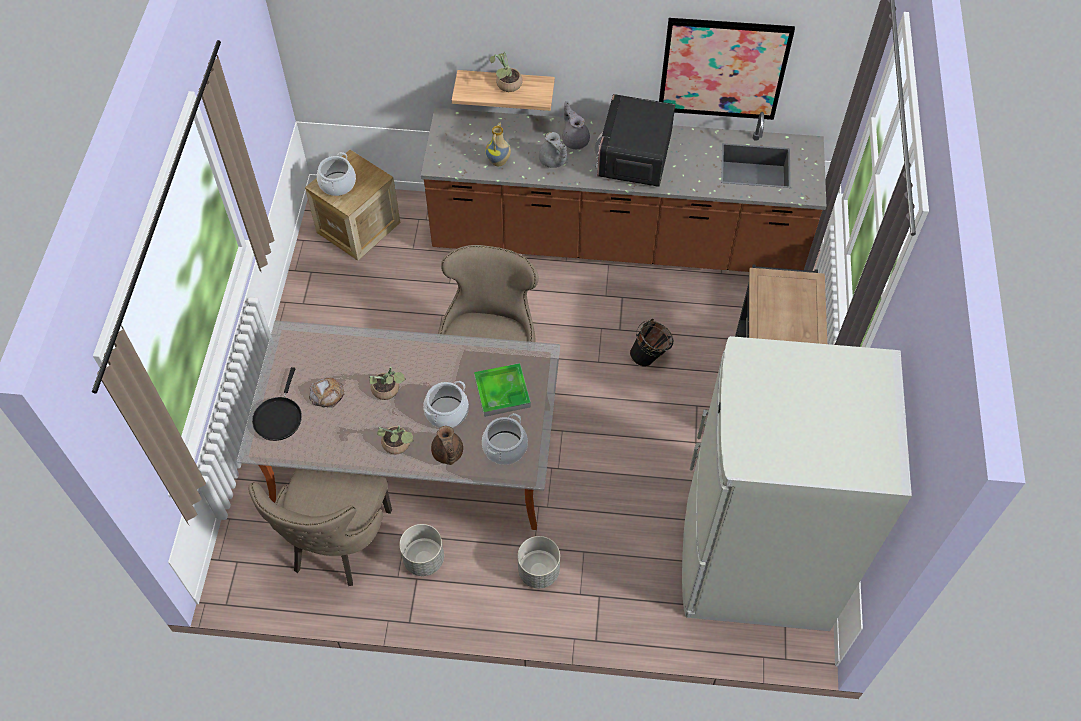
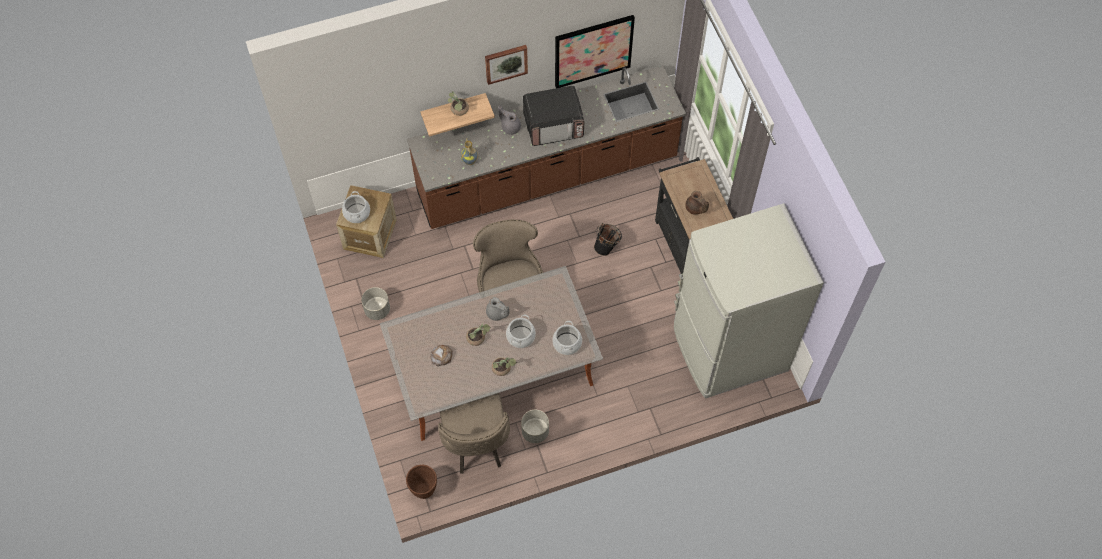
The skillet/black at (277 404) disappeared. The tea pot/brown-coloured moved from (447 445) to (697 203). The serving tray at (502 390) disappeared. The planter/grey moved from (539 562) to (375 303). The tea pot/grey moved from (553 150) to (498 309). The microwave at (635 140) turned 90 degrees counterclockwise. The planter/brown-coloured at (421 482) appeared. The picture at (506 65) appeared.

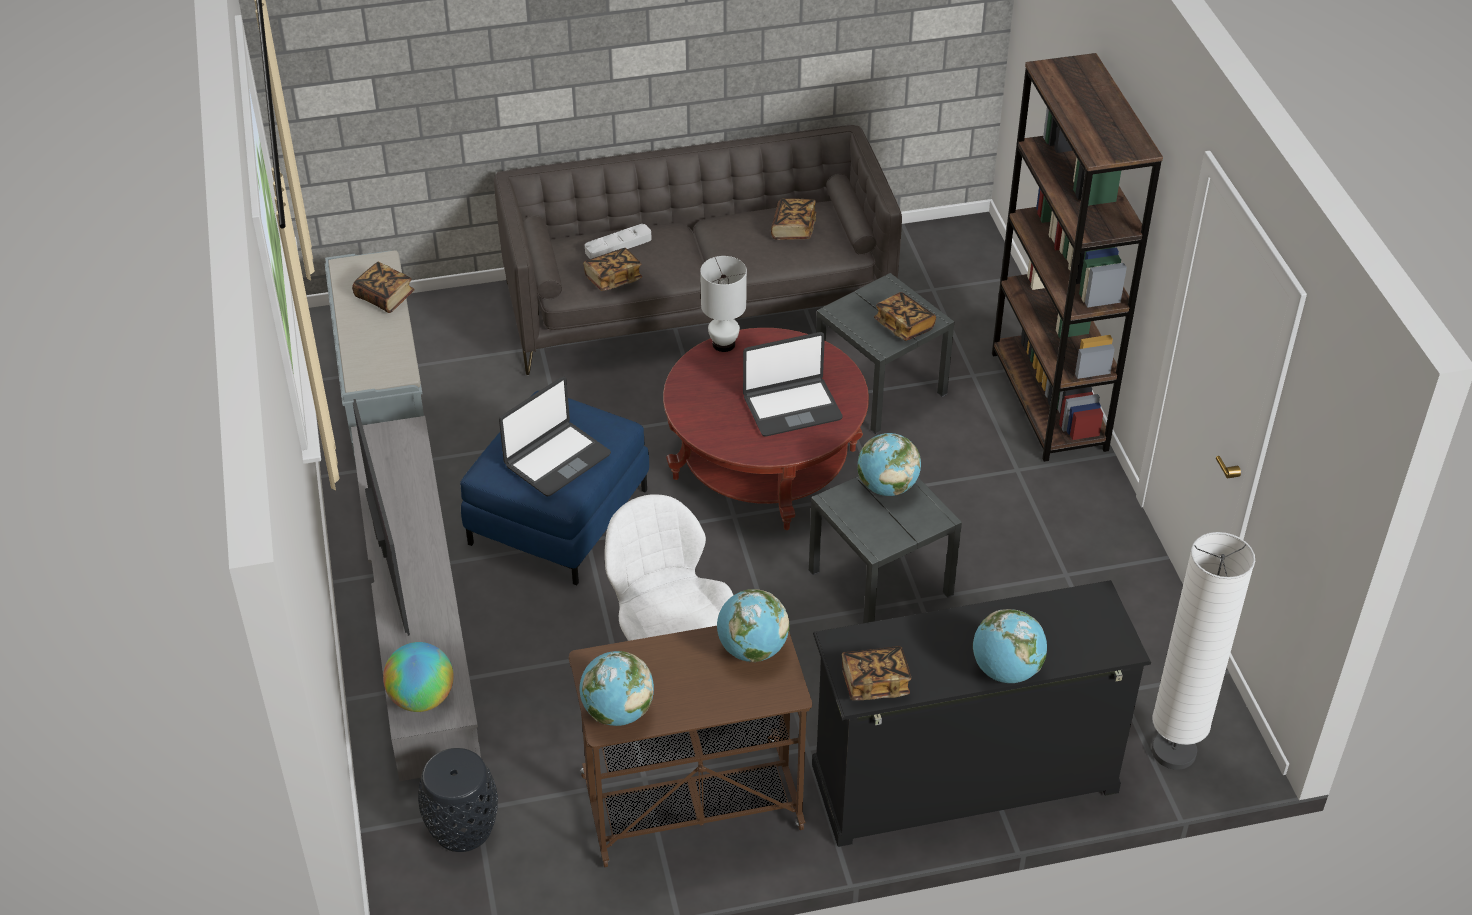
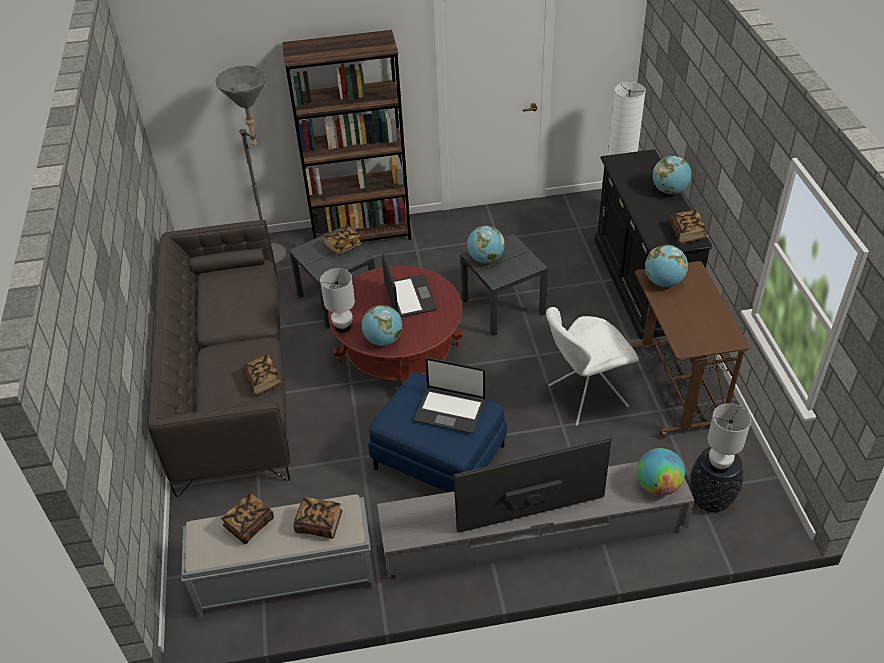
The laptop at (555 436) turned 150 degrees clockwise. The globe moved from (617 688) to (382 325). The serving tray/grey at (618 241) disappeared. The volume moved from (793 219) to (318 518). The standard lamp/grey at (250 165) appeared. The lamp for a table/white-coloured at (729 438) appeared.

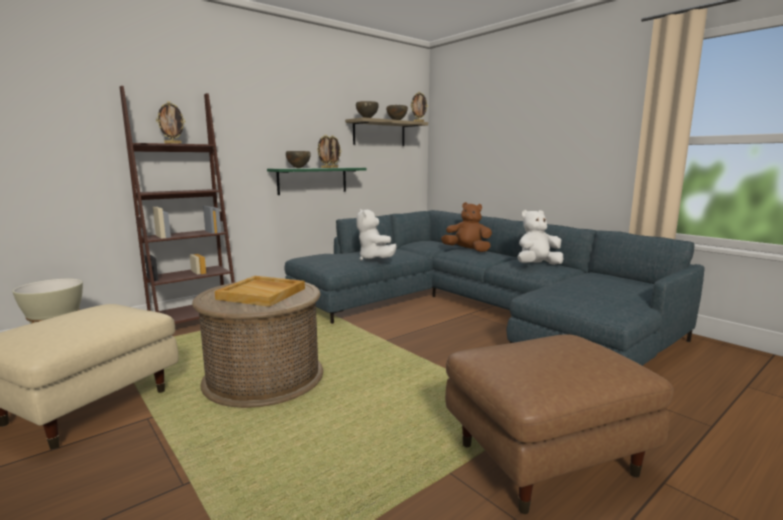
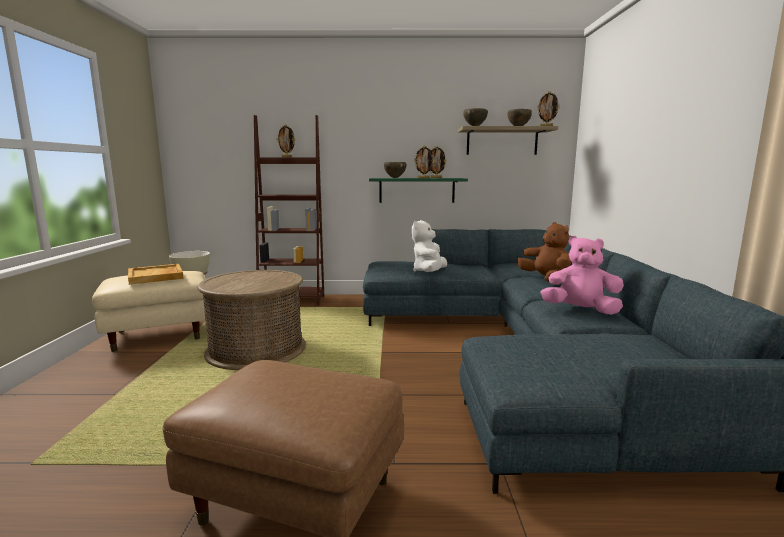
The serving tray/beige-coloured moved from (260 291) to (156 274). The soft toy/white-coloured at (540 237) became the soft toy/pinkish at (582 275).

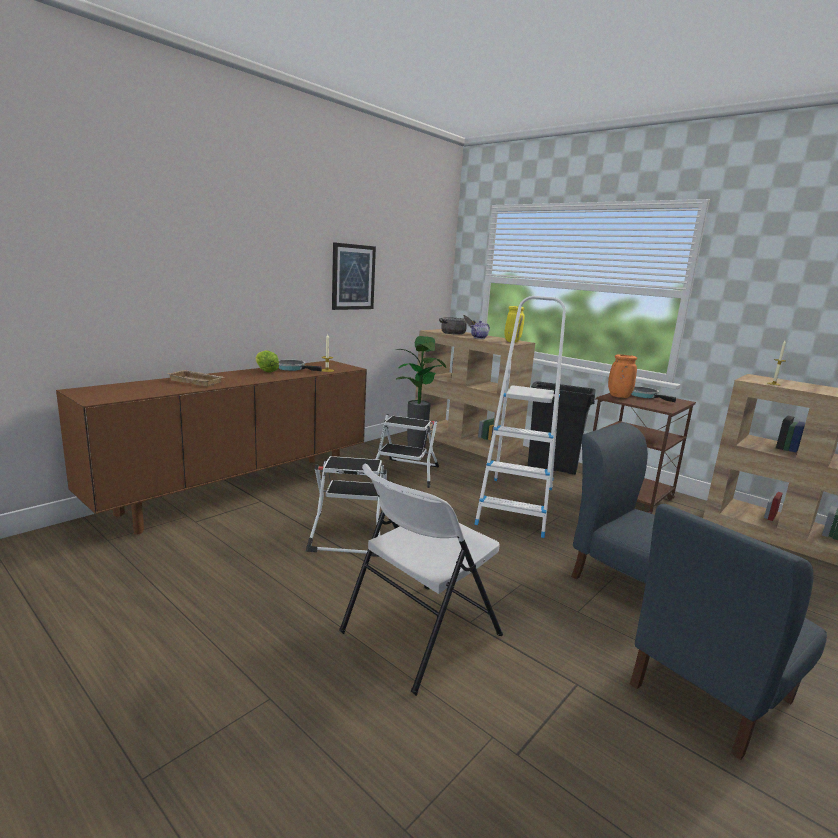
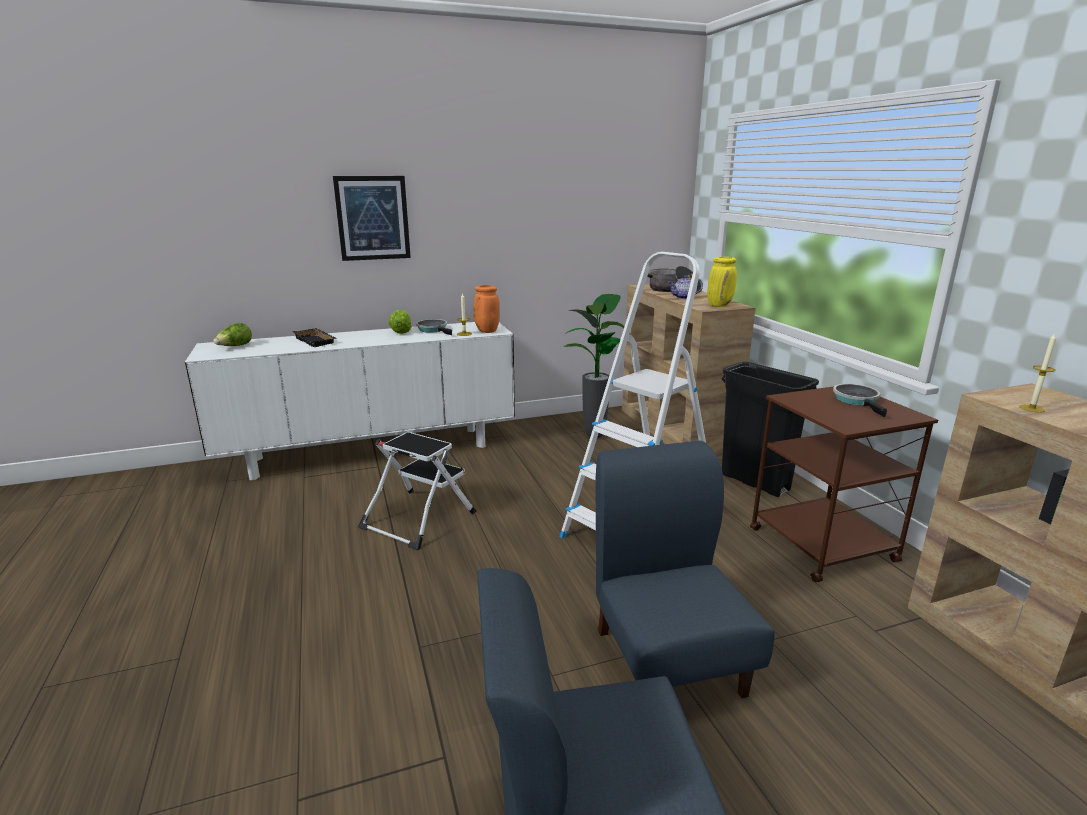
The cupboard/brown-coloured at (211 447) became the cupboard/white-coloured at (350 401). The serving tray/beige-coloured at (196 378) became the serving tray/black at (314 337). The picture moved from (354 276) to (372 218). The chair/white-coloured at (421 579) disappeared. The step stool at (403 451) disappeared. The vase/orangey moved from (622 376) to (487 309). The head of lettuce at (232 334) appeared.

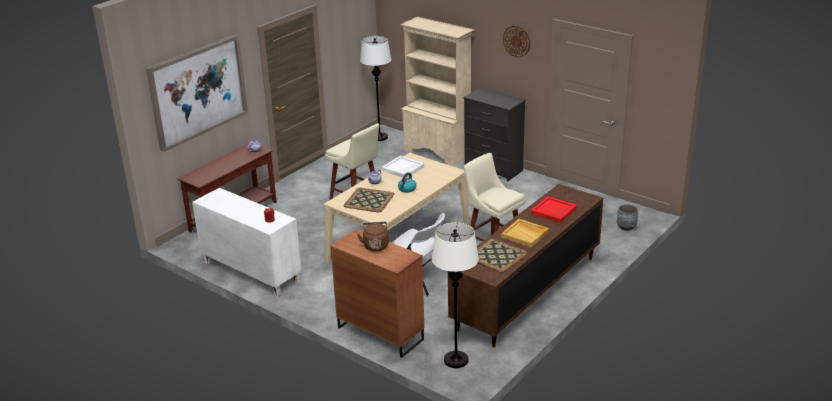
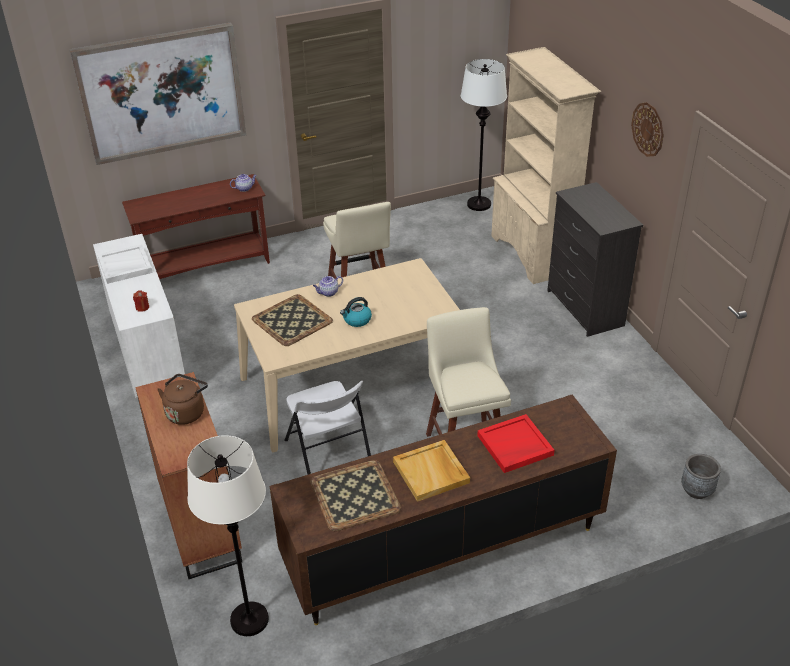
The serving tray/white-coloured moved from (403 167) to (125 264).

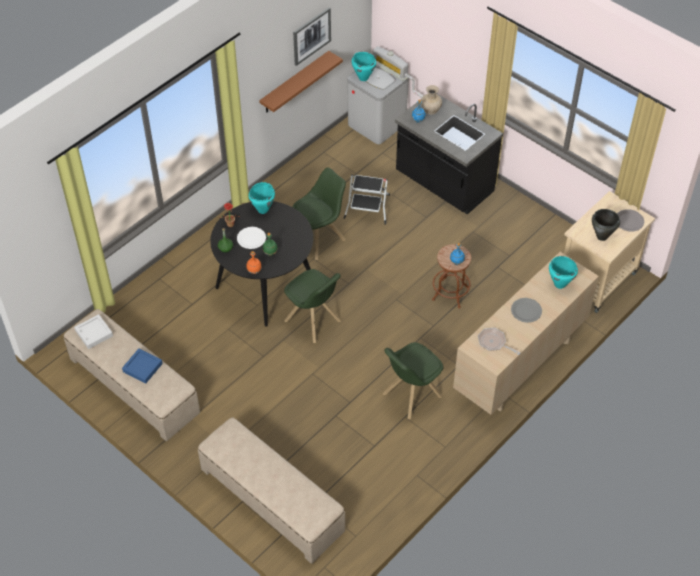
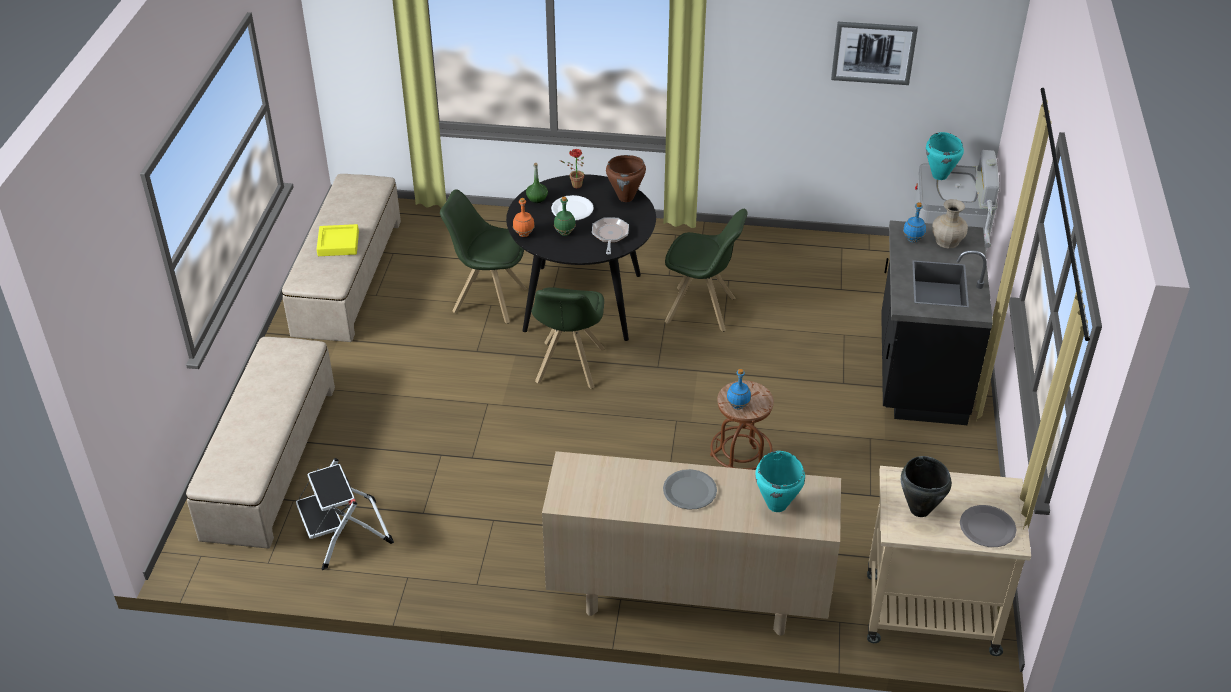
The serving tray/grey at (93 331) disappeared. The serving tray/blue at (142 366) became the serving tray/yellowish at (338 240). The stockpot/turquoise-coloured at (262 198) became the stockpot/brown-coloured at (626 178). The bracket shelf/brown-coloured at (301 82) disappeared. The step stool moved from (367 199) to (345 514). The chair/greenish moved from (413 380) to (483 256). The skillet moved from (499 341) to (610 235).

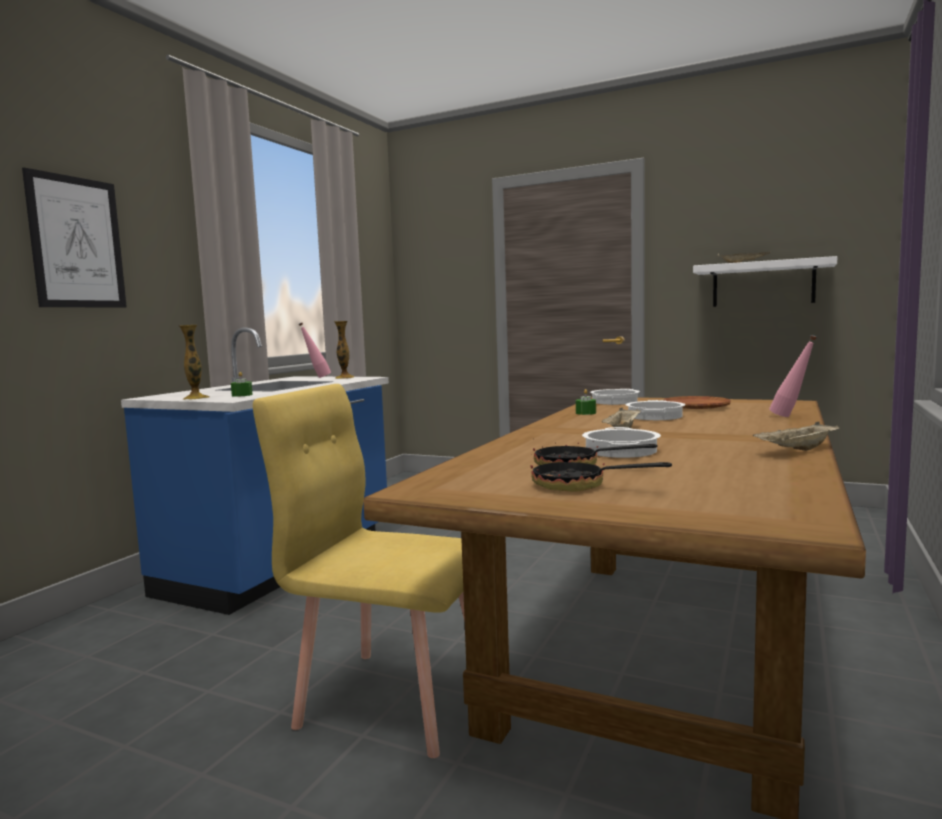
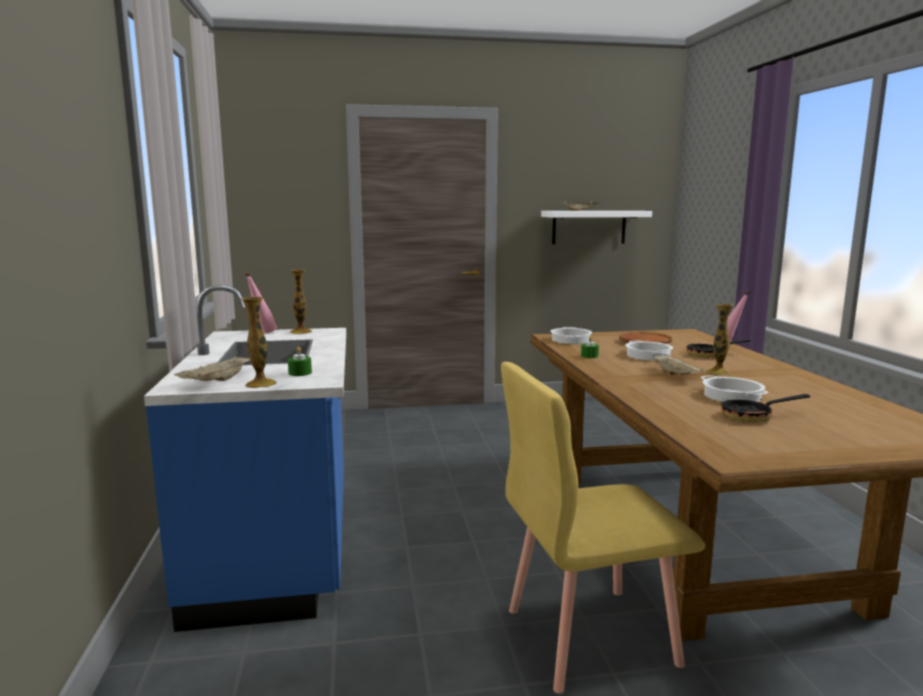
The picture at (74 238) disappeared. The skillet moved from (601 470) to (718 346). The serving tray/beige-coloured moved from (796 436) to (212 368). The vase at (720 339) appeared.

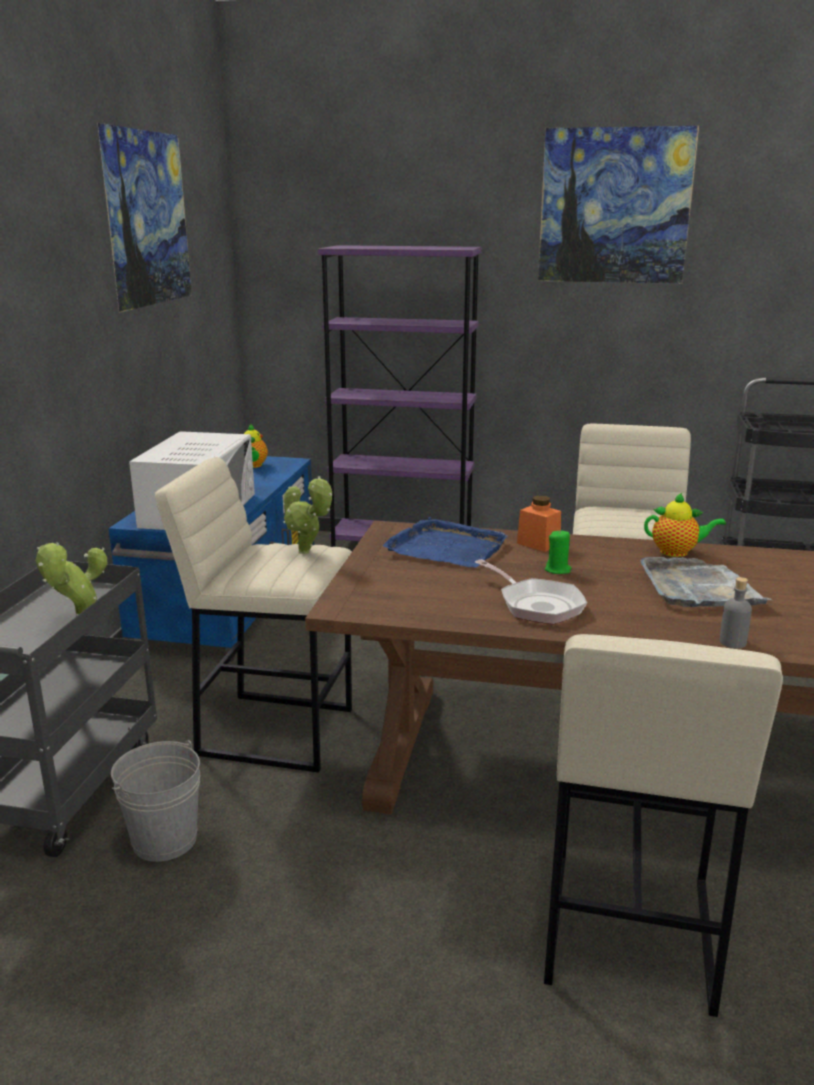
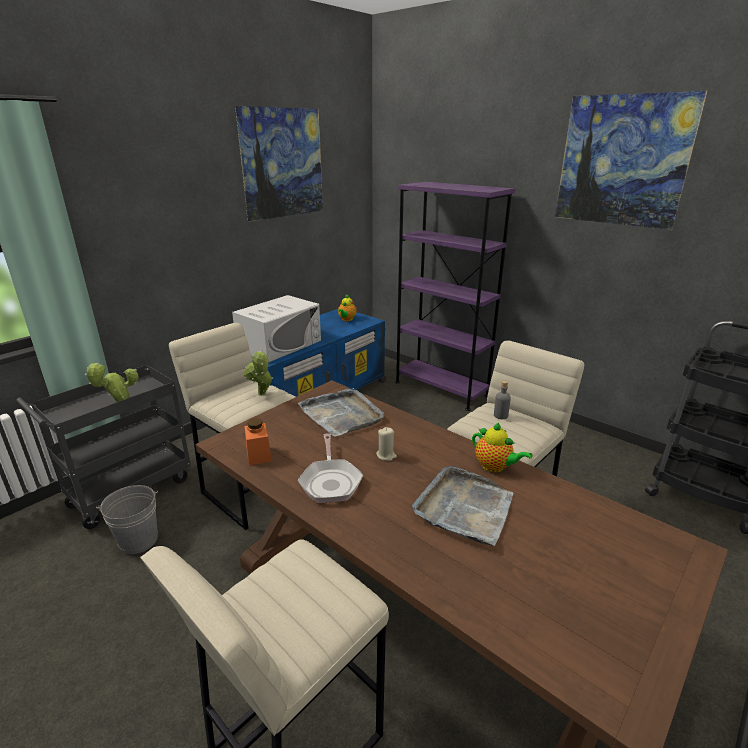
The serving tray/blue at (445 542) became the serving tray/grey at (341 412). The storage jar/orangey moved from (539 523) to (258 441). The wax candle/greenish at (558 552) became the wax candle/beige-coloured at (386 444). The bottle/grey moved from (736 612) to (502 400).

